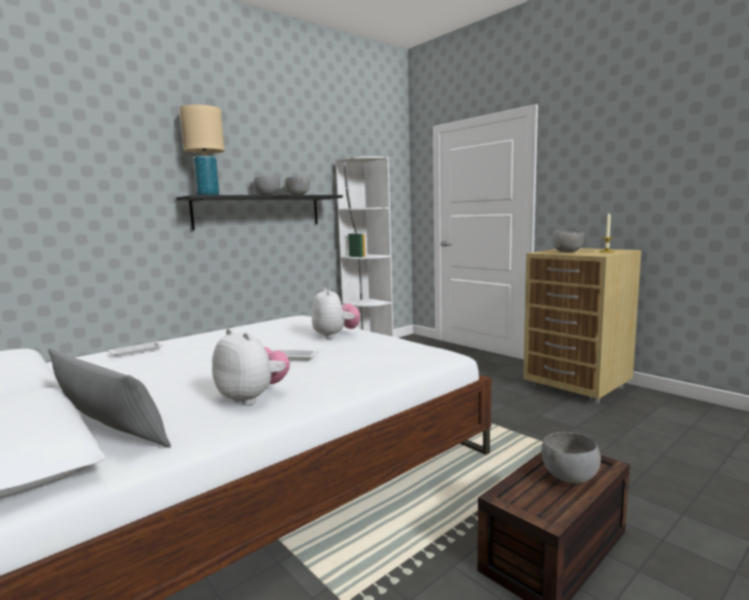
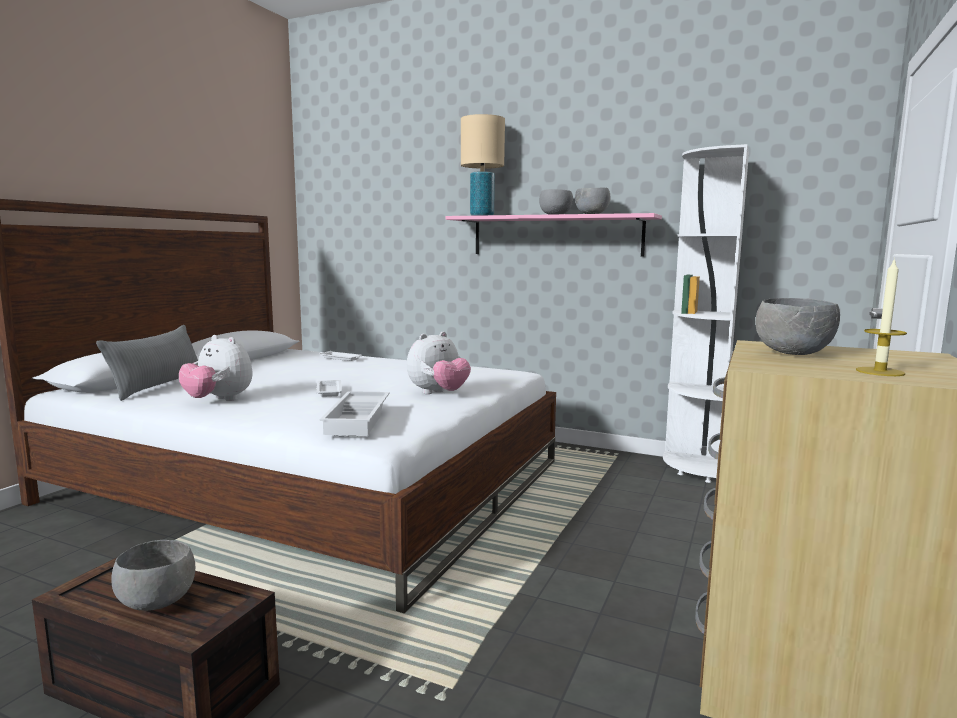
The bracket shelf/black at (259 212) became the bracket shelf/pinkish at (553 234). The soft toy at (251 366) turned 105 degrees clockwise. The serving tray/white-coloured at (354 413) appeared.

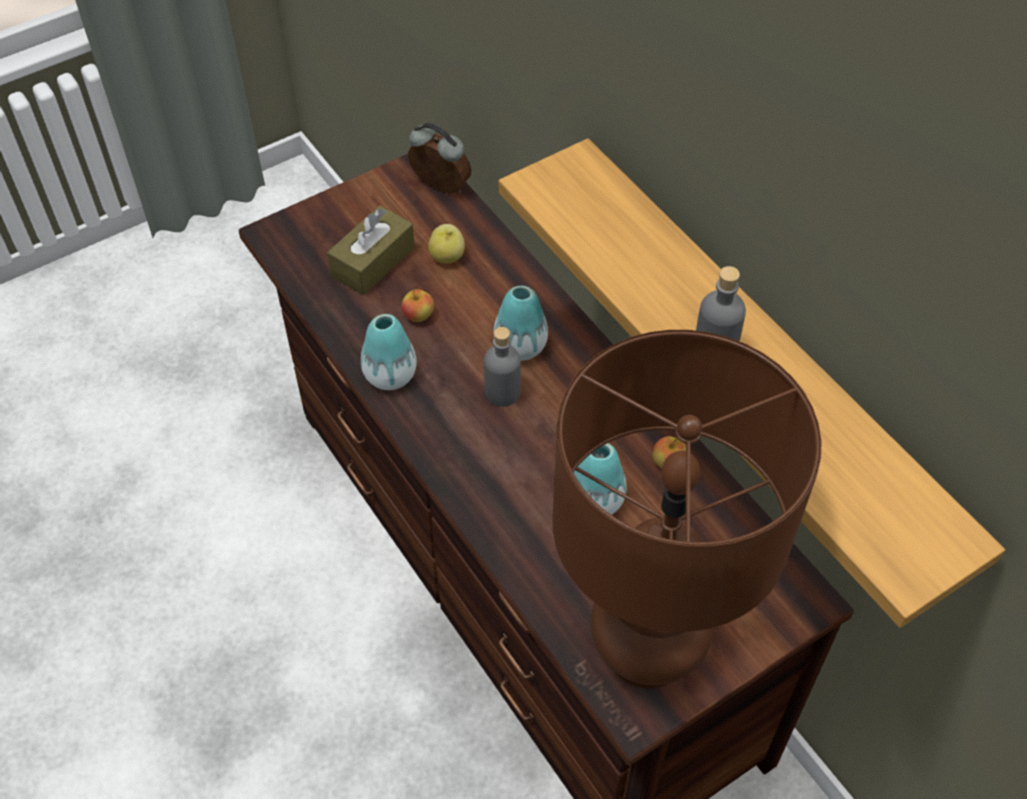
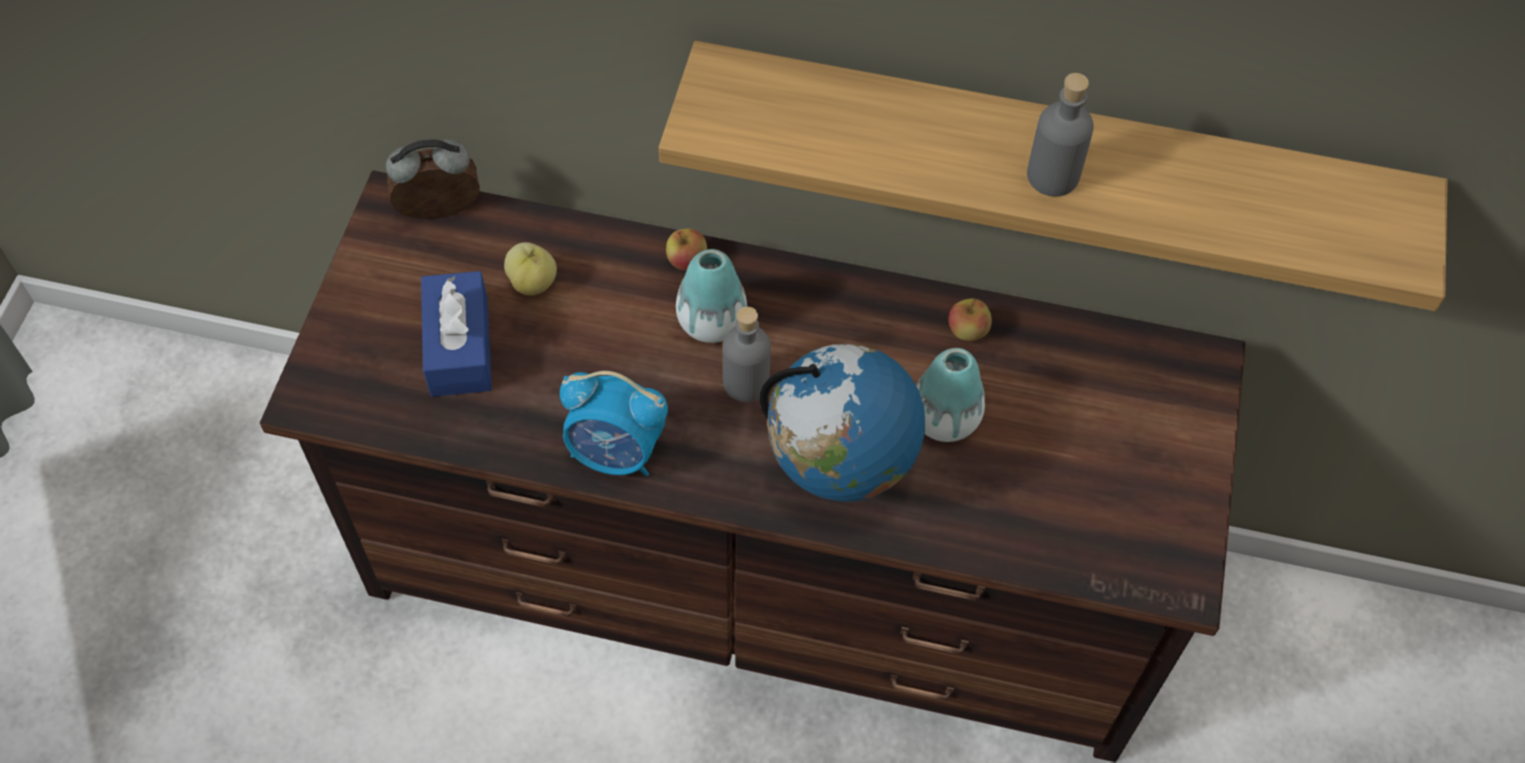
The tissue holder/brown-coloured at (371 250) became the tissue holder/blue at (456 334). The vase at (389 352) was replaced by the bedside clock at (614 423). The apple moved from (418 305) to (686 250). The lamp for a table/brown-coloured at (687 509) disappeared. The globe at (842 422) appeared.

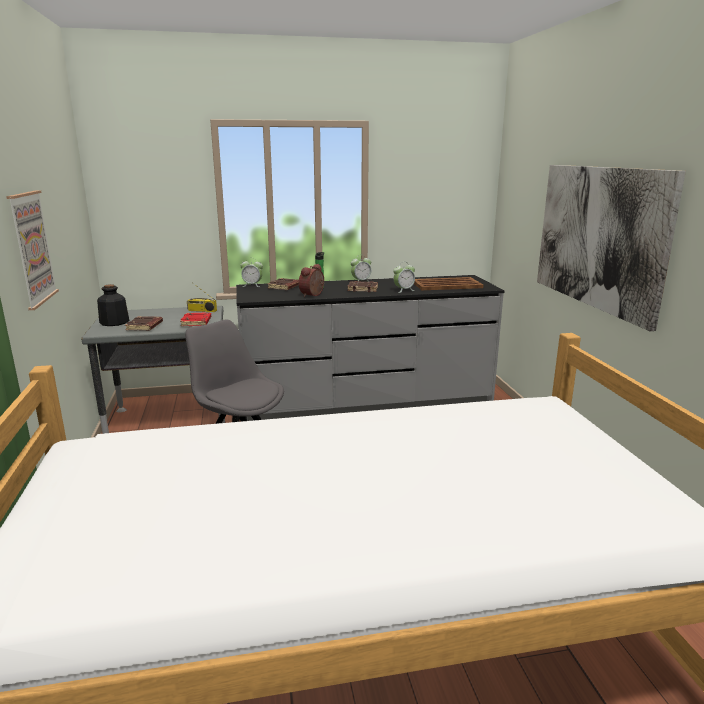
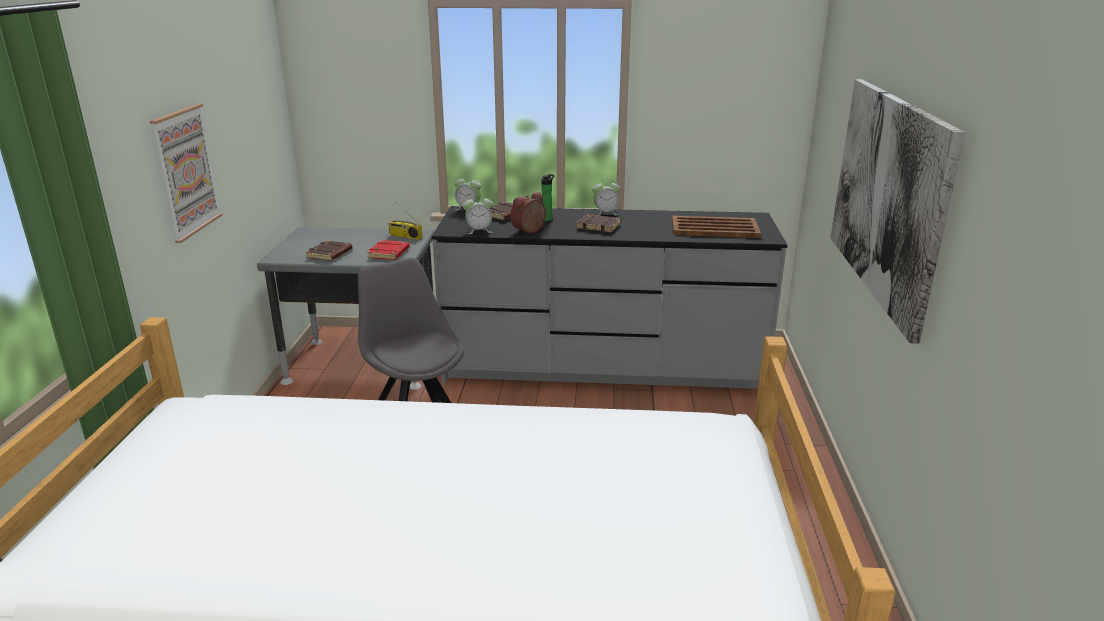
The bottle at (113 305) disappeared. The bedside clock moved from (404 277) to (478 214).

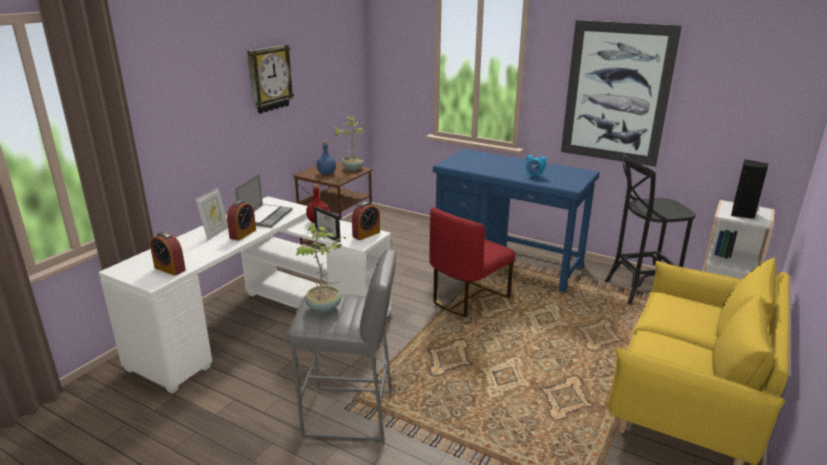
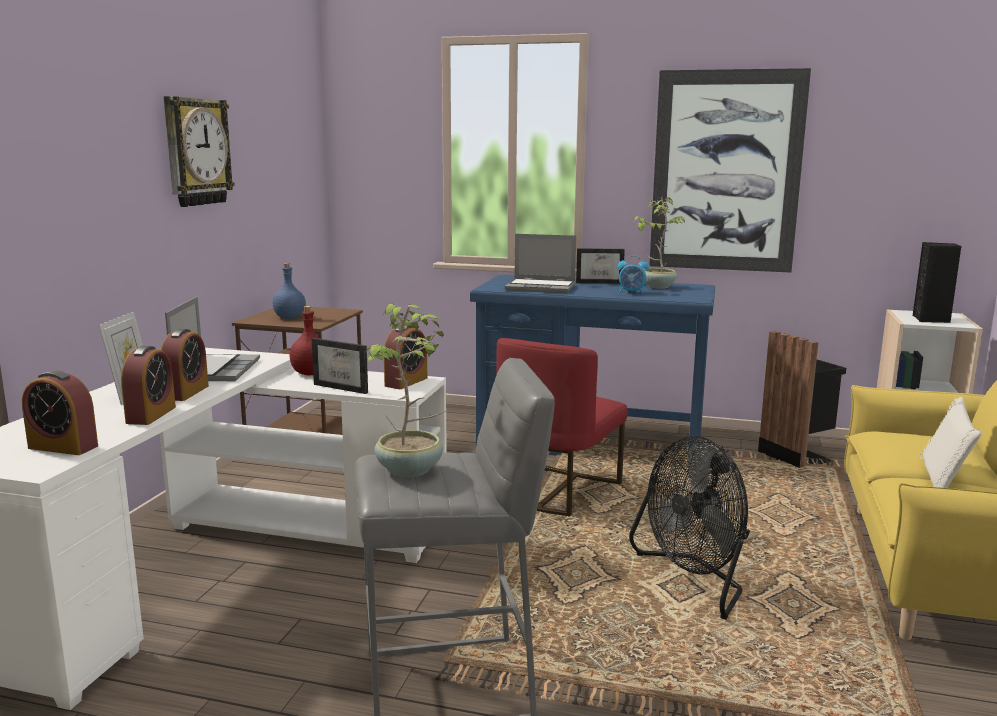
The houseplant moved from (348 143) to (659 243). The sitting stool/black at (650 229) was replaced by the trash can/black at (802 399). The bedside clock at (148 385) appeared. The laptop at (540 263) appeared. The photo frame at (600 266) appeared. The fan/black at (689 528) appeared. The pillow/white-coloured at (950 442) appeared.

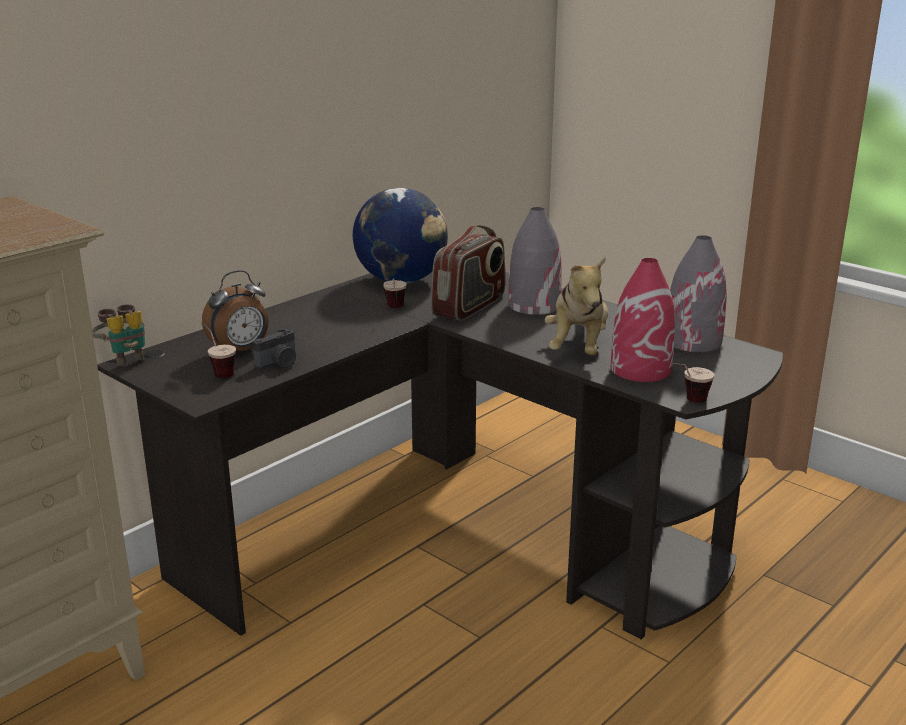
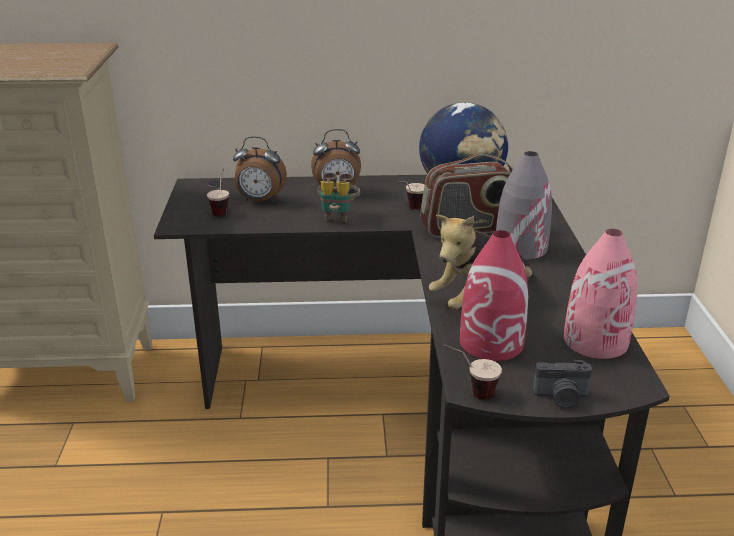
The pair of binoculars moved from (118 335) to (338 197). The still camera moved from (274 348) to (562 384). The vase/grey at (698 293) became the vase/pinkish at (600 294). The bedside clock at (336 161) appeared.

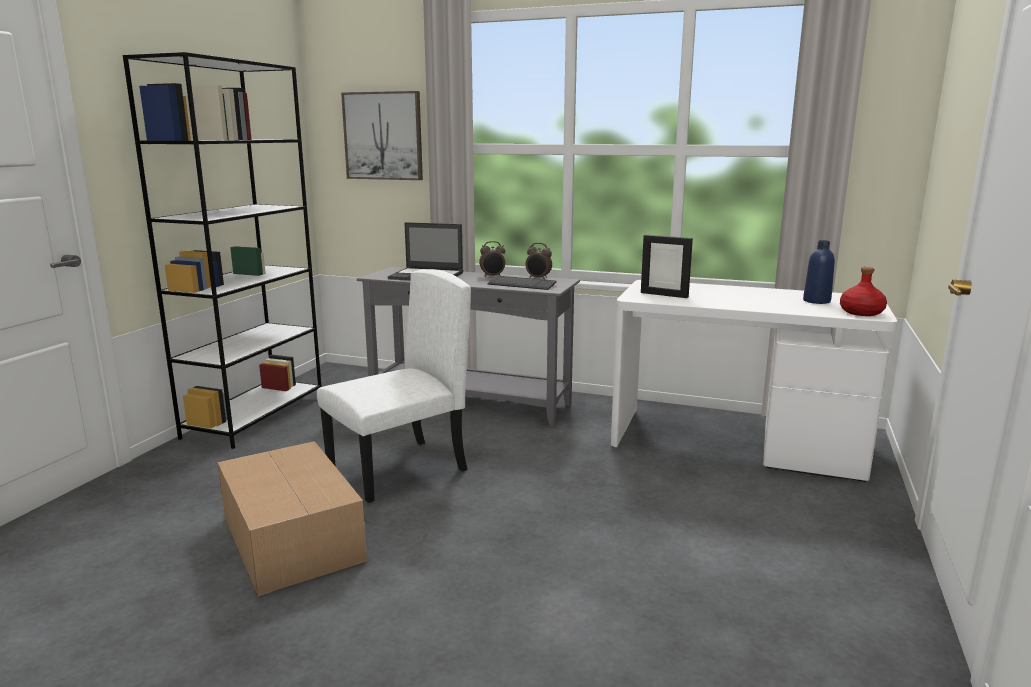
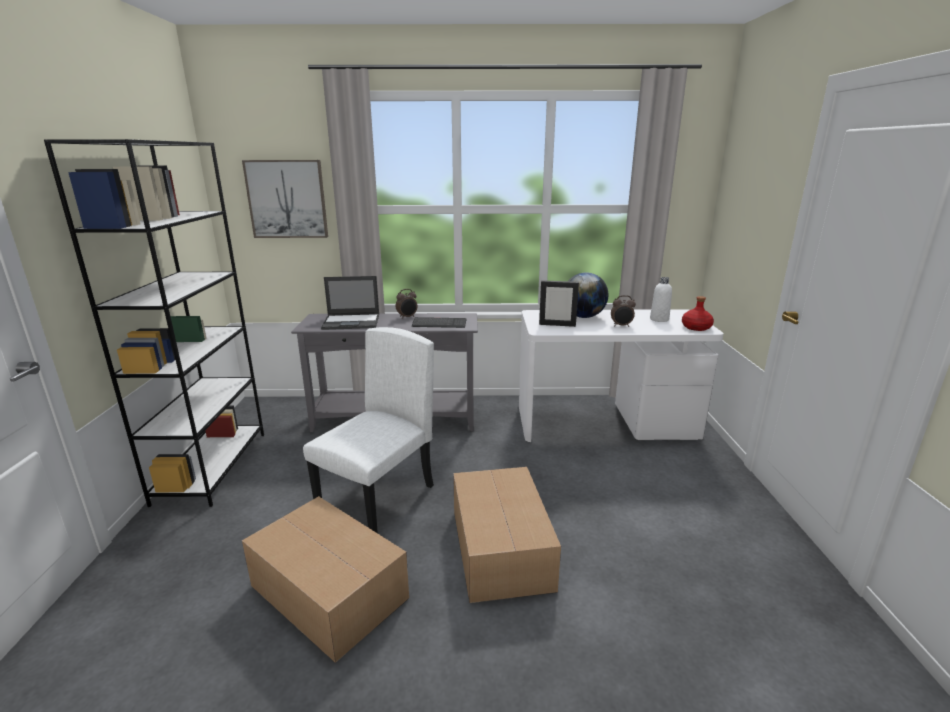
The bedside clock moved from (538 261) to (623 311). The bottle/blue at (819 272) became the bottle/white-coloured at (661 299). The carton at (507 535) appeared. The globe at (588 295) appeared.

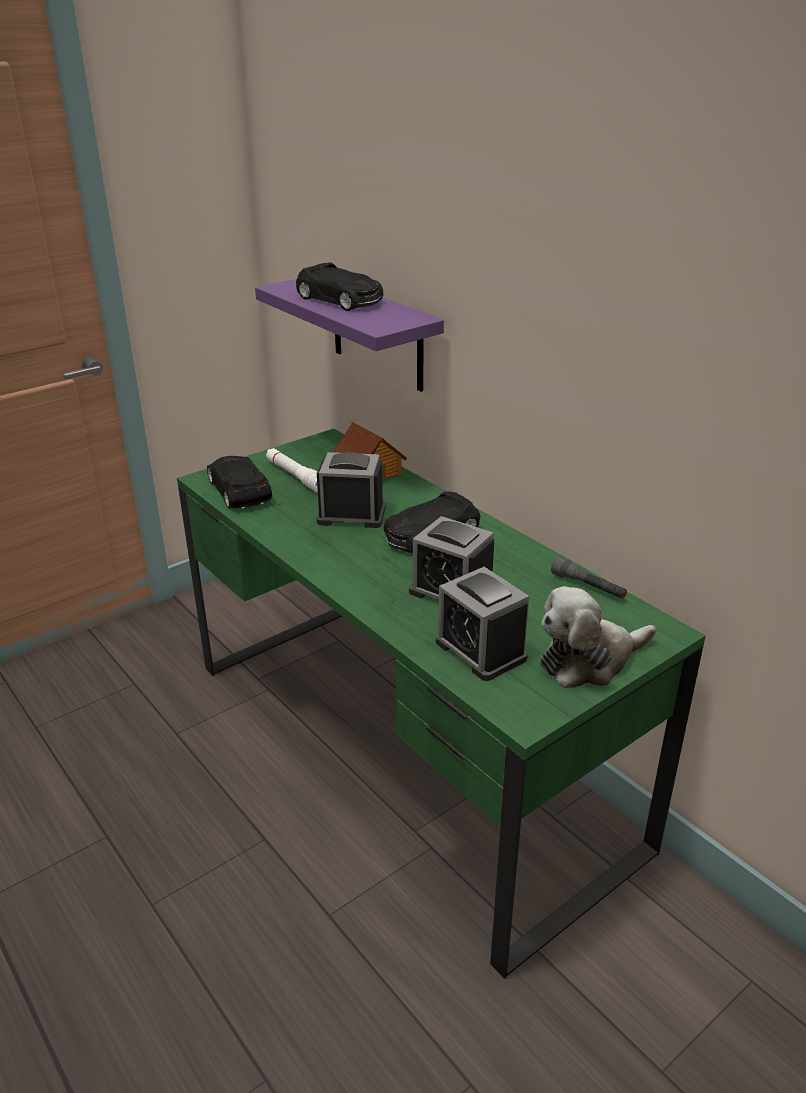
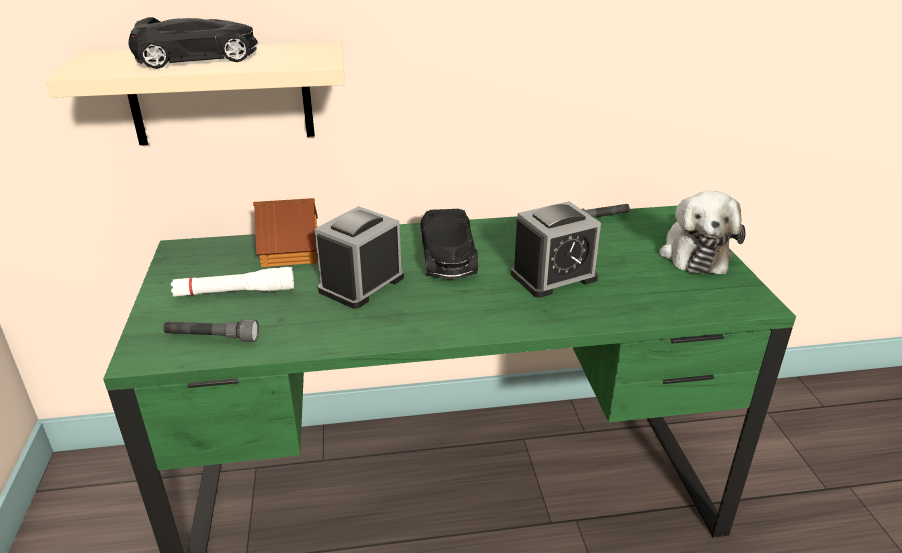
The toy car/black at (239 482) was replaced by the hand torch/grey at (211 330). The bracket shelf/purple at (349 335) became the bracket shelf/beige-coloured at (195 93). The bedside clock at (482 624) disappeared.

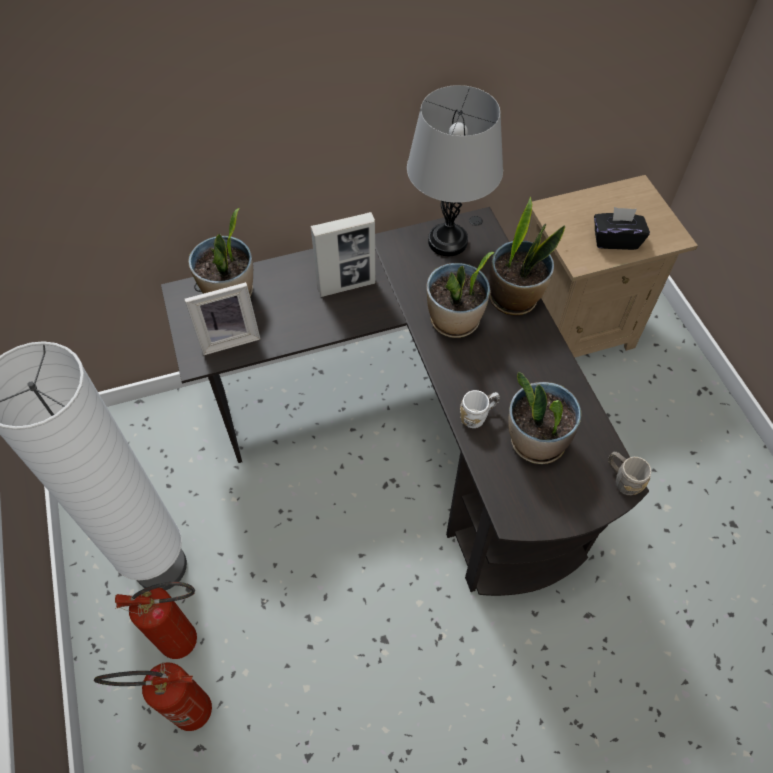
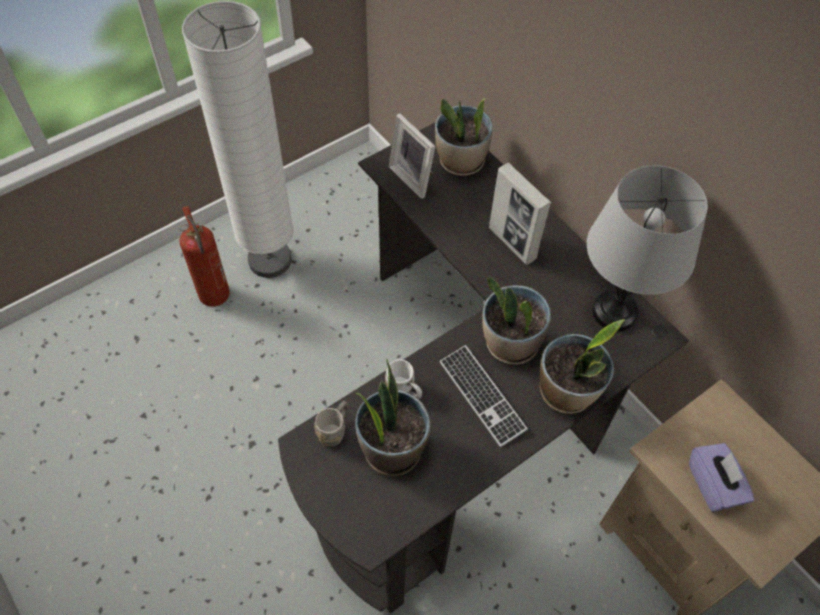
The fire-fighting cylinder at (153 696) disappeared. The tissue holder/black at (622 228) became the tissue holder/purple at (721 477). The mug/grey moved from (629 473) to (331 423). The keyboard at (484 396) appeared.

